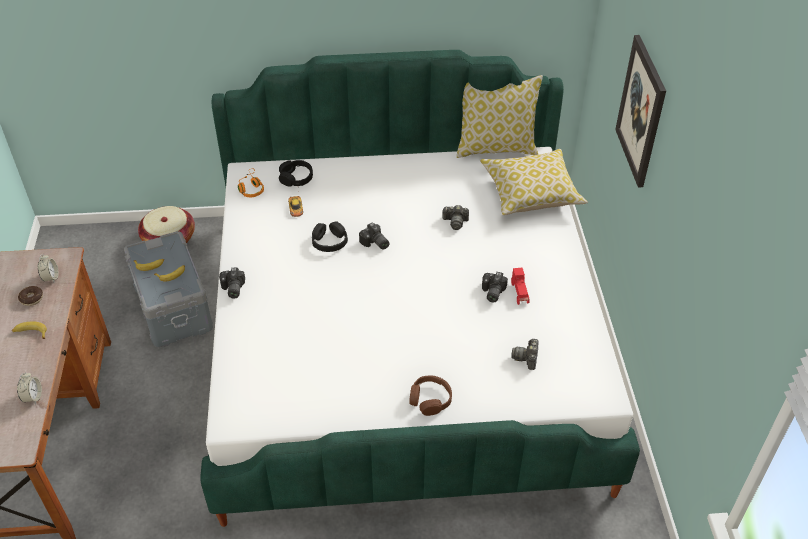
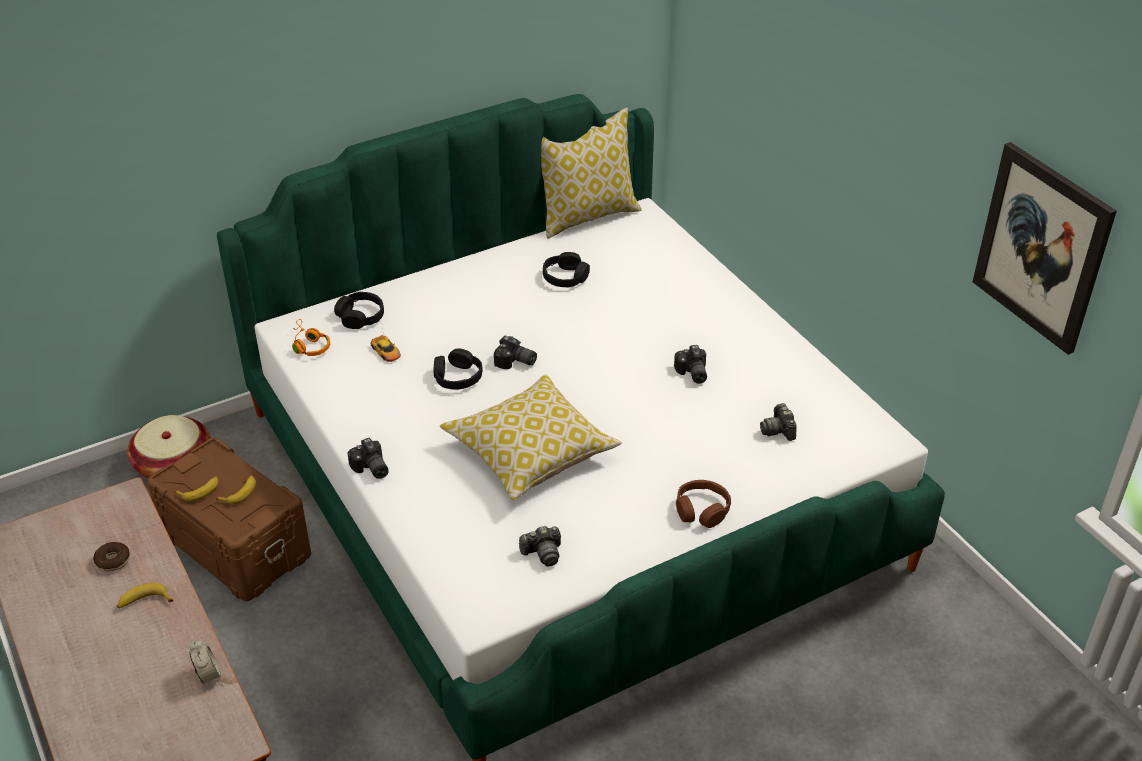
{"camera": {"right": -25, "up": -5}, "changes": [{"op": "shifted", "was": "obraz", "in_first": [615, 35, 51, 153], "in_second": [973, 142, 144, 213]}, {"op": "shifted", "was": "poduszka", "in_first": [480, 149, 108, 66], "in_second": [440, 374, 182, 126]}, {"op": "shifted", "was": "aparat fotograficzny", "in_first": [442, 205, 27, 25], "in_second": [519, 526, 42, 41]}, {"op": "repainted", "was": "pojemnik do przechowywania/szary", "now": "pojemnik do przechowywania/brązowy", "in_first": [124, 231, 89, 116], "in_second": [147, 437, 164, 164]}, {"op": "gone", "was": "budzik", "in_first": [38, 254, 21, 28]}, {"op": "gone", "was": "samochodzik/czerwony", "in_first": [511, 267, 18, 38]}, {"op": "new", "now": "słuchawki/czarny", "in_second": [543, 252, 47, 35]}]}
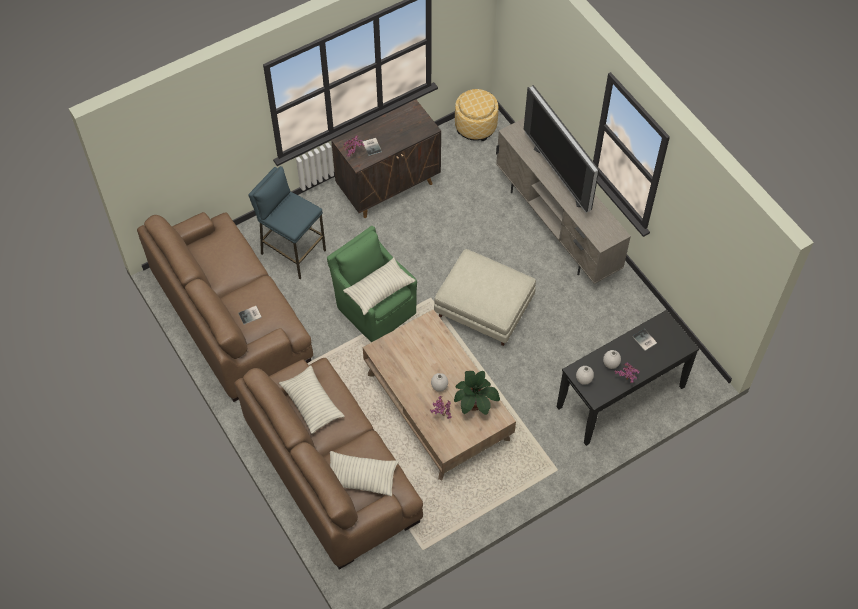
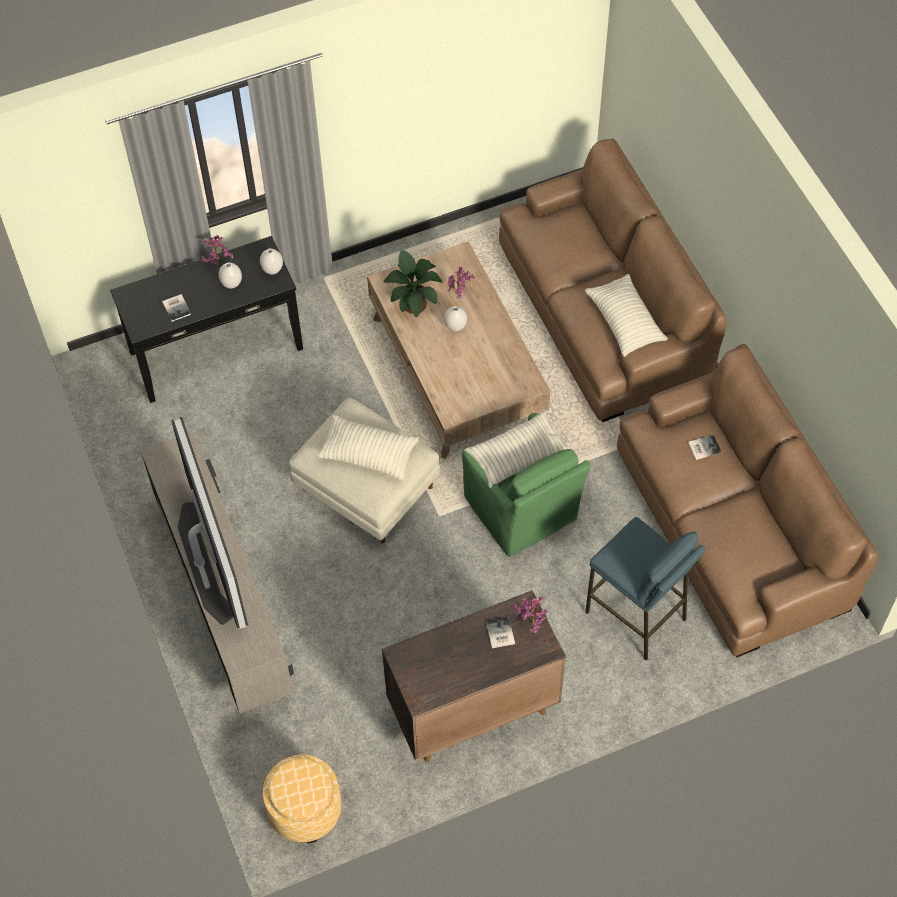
{"camera": {"right": -170, "up": 0}, "changes": [{"op": "shifted", "was": "poduszka", "in_first": [330, 451, 69, 45], "in_second": [316, 415, 103, 66]}]}
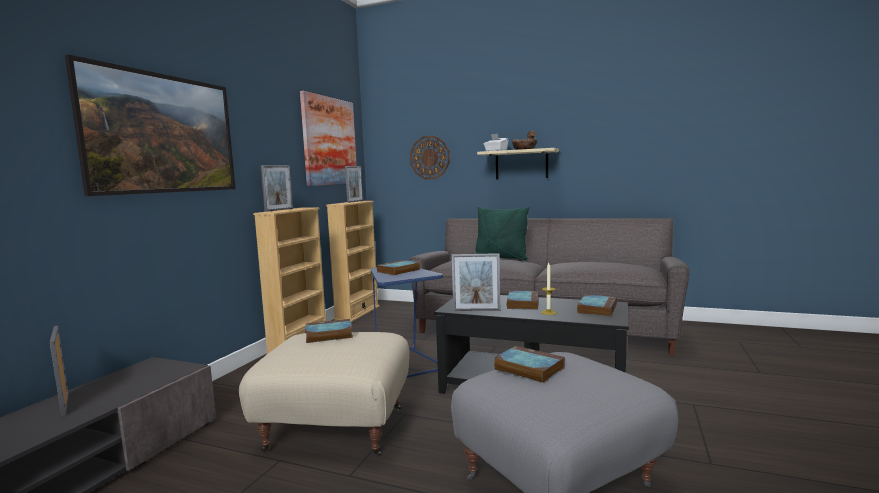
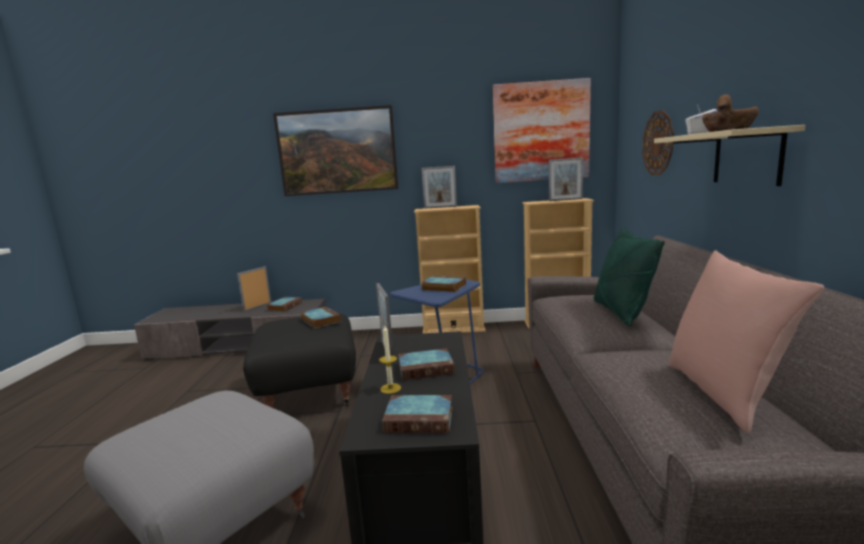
{"camera": {"right": 70, "up": 5}, "changes": [{"op": "repainted", "was": "pufa/beżowy", "now": "pufa/czarny", "in_first": [239, 332, 170, 125], "in_second": [243, 314, 113, 94]}, {"op": "shifted", "was": "książka", "in_first": [494, 346, 71, 37], "in_second": [267, 297, 35, 15]}, {"op": "new", "now": "poduszka/różowy", "in_second": [669, 250, 155, 184]}]}
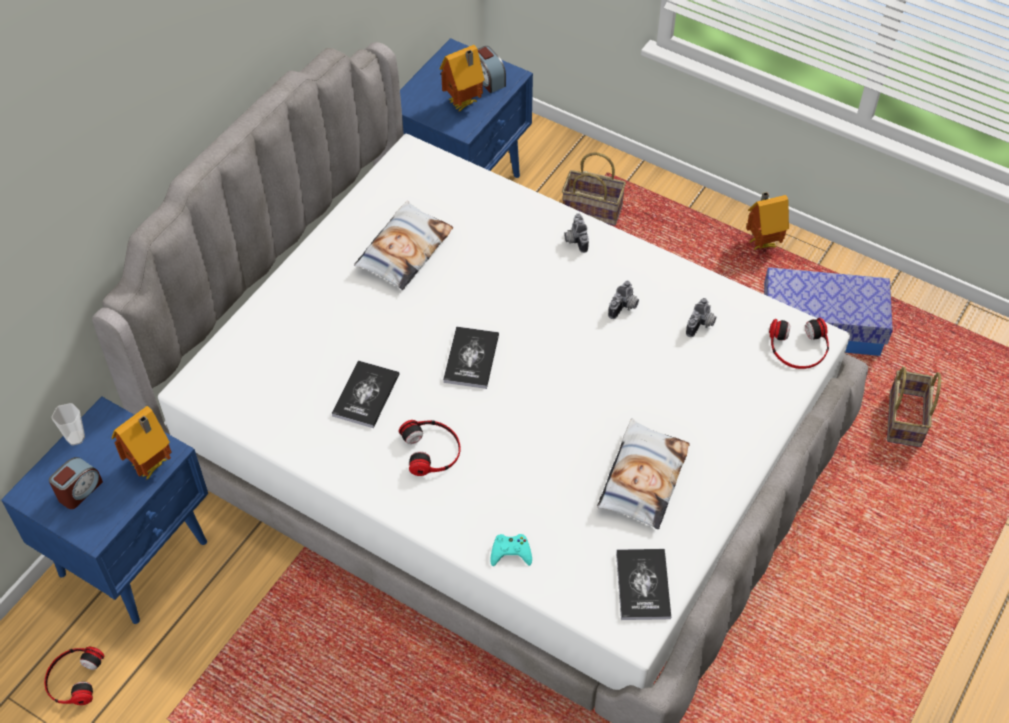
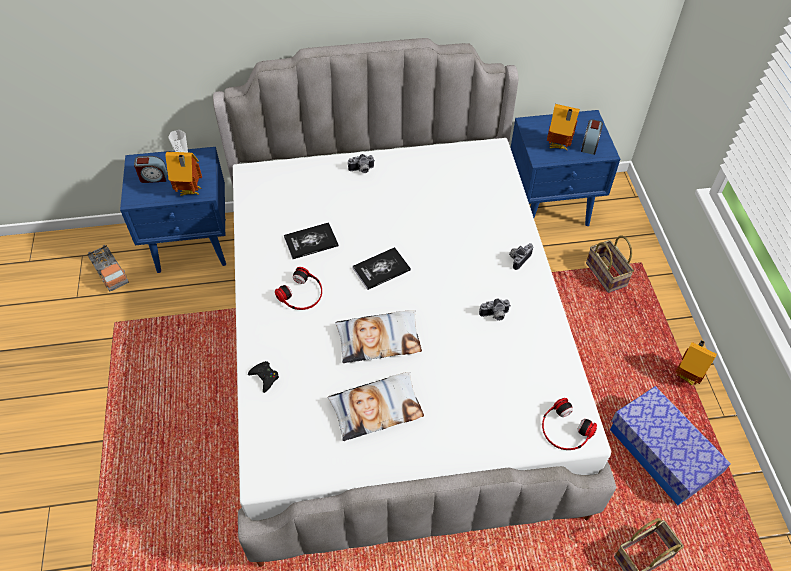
{"camera": {"right": 50, "up": 0}, "changes": [{"op": "shifted", "was": "poduszka", "in_first": [354, 201, 99, 89], "in_second": [335, 310, 87, 53]}, {"op": "shifted", "was": "aparat fotograficzny", "in_first": [686, 298, 30, 39], "in_second": [348, 154, 27, 19]}, {"op": "repainted", "was": "pad do gier/turkusowy", "now": "pad do gier/czarny", "in_first": [490, 534, 42, 32], "in_second": [248, 361, 31, 32]}, {"op": "gone", "was": "książka", "in_first": [616, 549, 55, 71]}, {"op": "swapped", "was": "słuchawki", "now": "ciężarówka zabawkowa", "in_first": [44, 647, 60, 58], "in_second": [87, 245, 42, 47]}]}
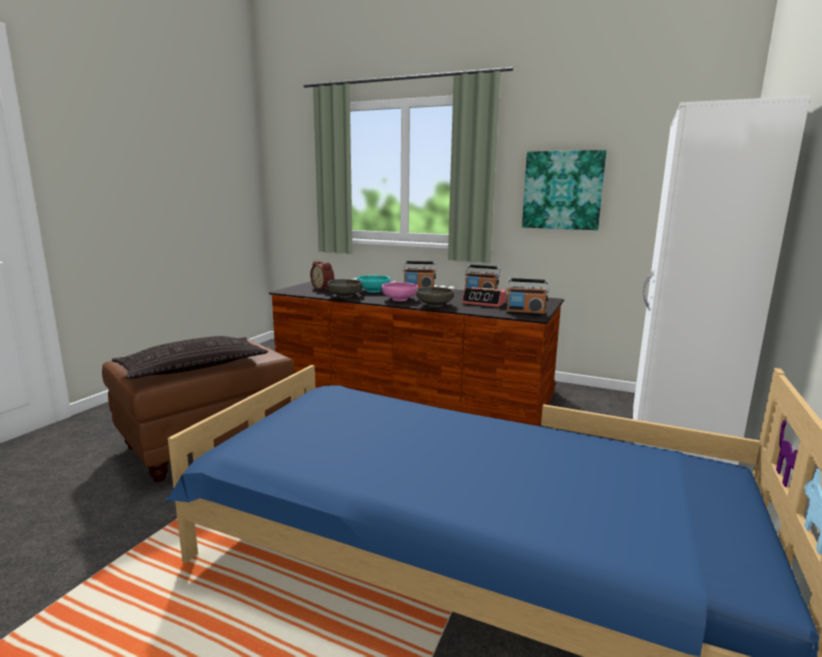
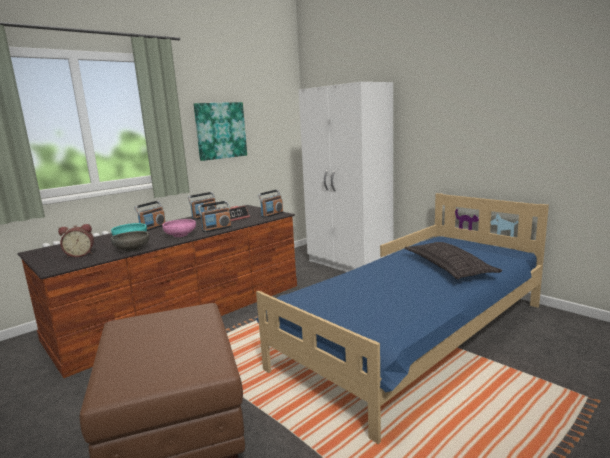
{"camera": {"right": -65, "up": 0}, "changes": [{"op": "swapped", "was": "miska/szary", "now": "radio", "in_first": [416, 287, 38, 20], "in_second": [198, 201, 34, 31]}, {"op": "shifted", "was": "poduszka", "in_first": [112, 336, 156, 43], "in_second": [405, 242, 98, 37]}]}
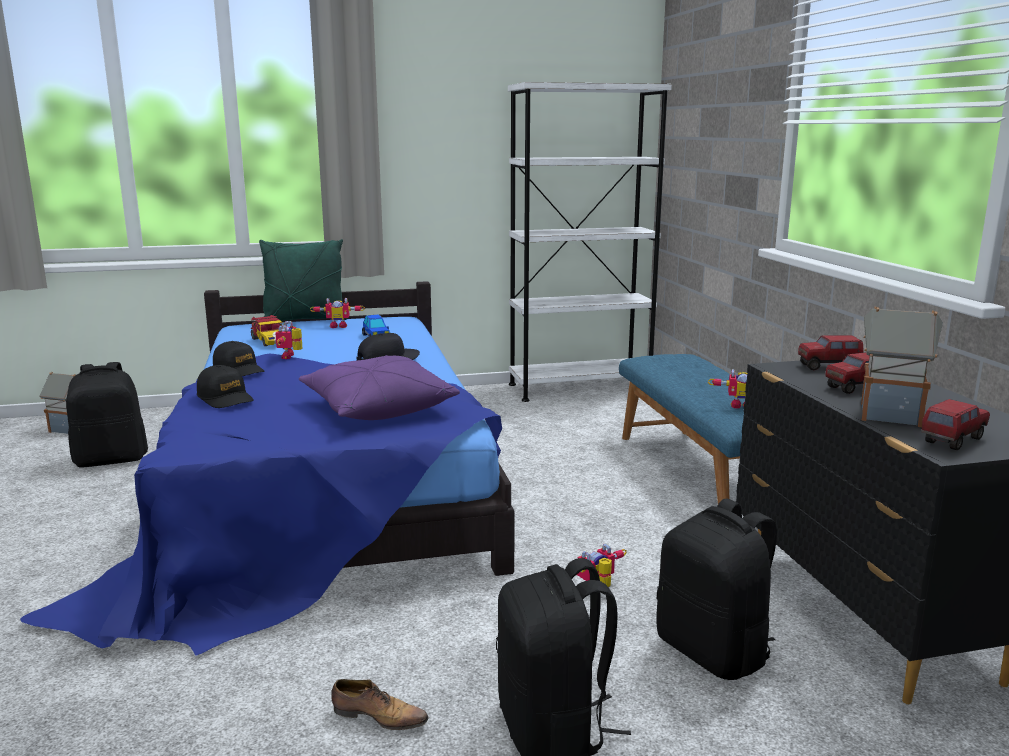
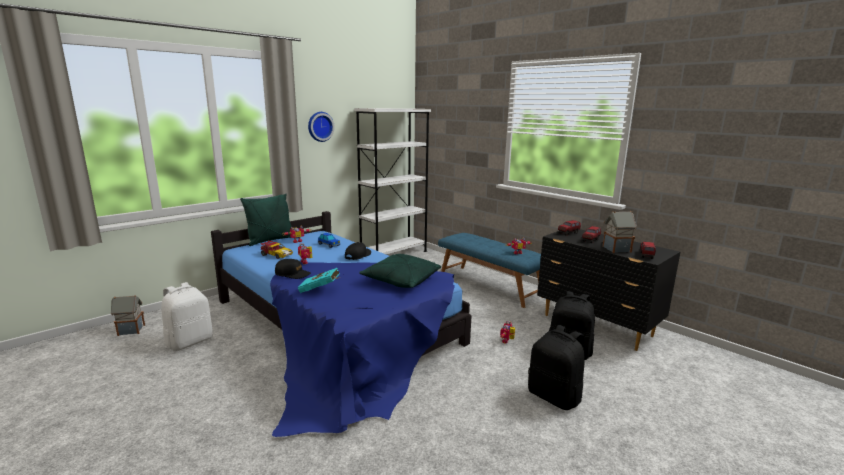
{"camera": {"right": -30, "up": 0}, "changes": [{"op": "repainted", "was": "poduszka/fioletowy", "now": "poduszka/zielony", "in_first": [299, 355, 161, 65], "in_second": [359, 254, 82, 34]}, {"op": "repainted", "was": "plecak/czarny", "now": "plecak/biały", "in_first": [66, 362, 82, 105], "in_second": [161, 282, 52, 69]}, {"op": "swapped", "was": "czapka z daszkiem/czarny", "now": "książka/turkusowy", "in_first": [197, 365, 57, 43], "in_second": [298, 268, 42, 25]}, {"op": "gone", "was": "but", "in_first": [331, 679, 98, 51]}, {"op": "new", "now": "zegar ścienny", "in_second": [308, 112, 27, 30]}]}
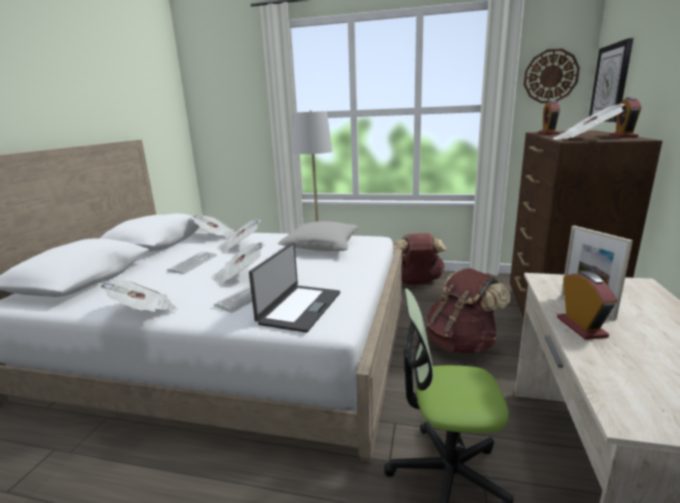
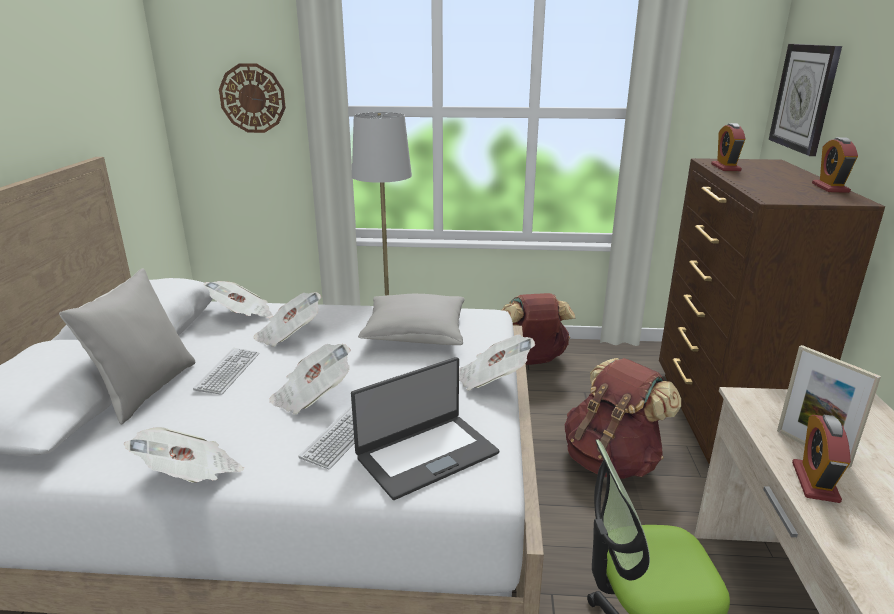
{"camera": {"right": -10, "up": 5}, "changes": [{"op": "shifted", "was": "zegar ścienny", "in_first": [524, 48, 56, 55], "in_second": [219, 63, 67, 70]}, {"op": "shifted", "was": "gazeta", "in_first": [553, 104, 72, 36], "in_second": [459, 335, 76, 56]}, {"op": "rotated", "was": "laptop", "in_first": [249, 242, 91, 91], "in_second": [351, 357, 148, 143], "clockwise": 45}, {"op": "rotated", "was": "budzik", "in_first": [557, 271, 60, 69], "in_second": [792, 415, 59, 88], "clockwise": -150}, {"op": "new", "now": "poduszka/szary", "in_second": [59, 268, 137, 157]}]}
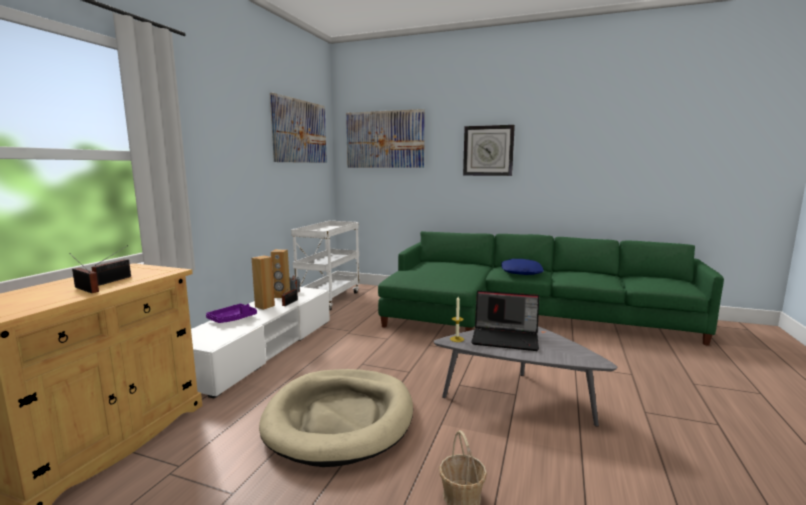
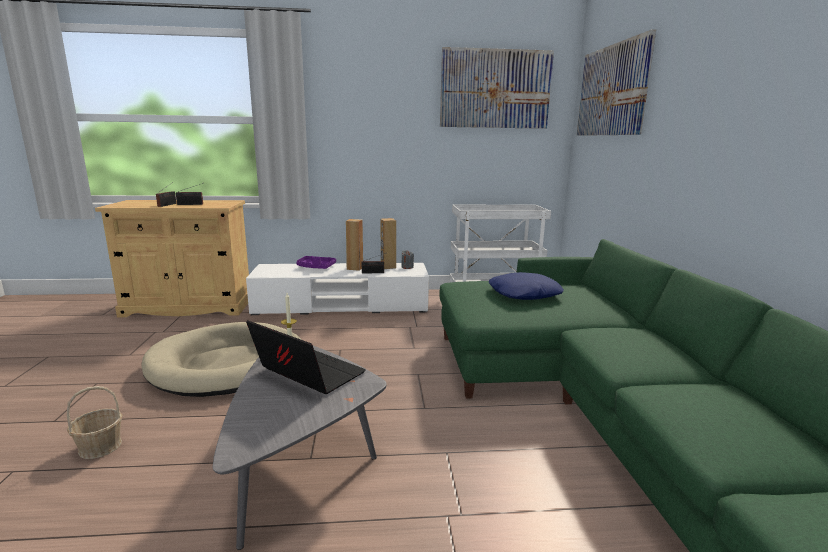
{"camera": {"right": 65, "up": 5}, "changes": [{"op": "gone", "was": "zegar ścienny", "in_first": [463, 125, 52, 51]}, {"op": "shifted", "was": "poduszka/niebieski", "in_first": [501, 259, 43, 16], "in_second": [489, 272, 75, 28]}, {"op": "rotated", "was": "laptop", "in_first": [471, 291, 68, 60], "in_second": [246, 320, 120, 74], "clockwise": 135}]}
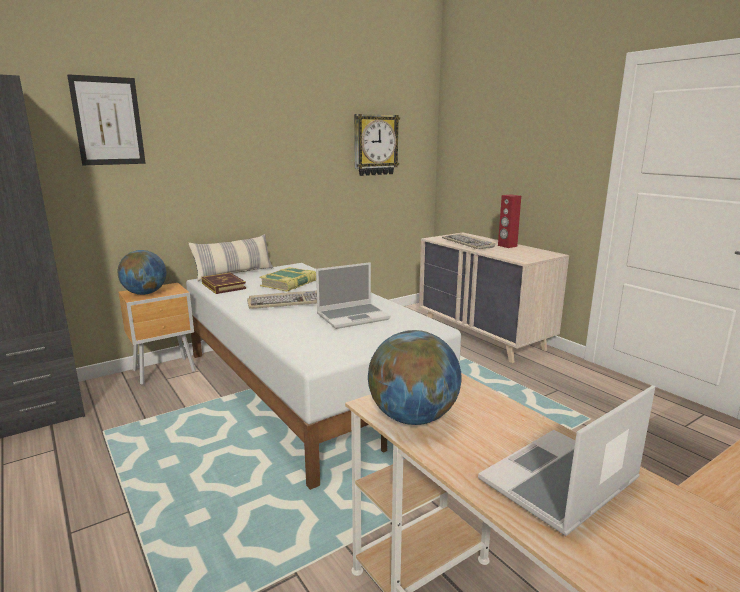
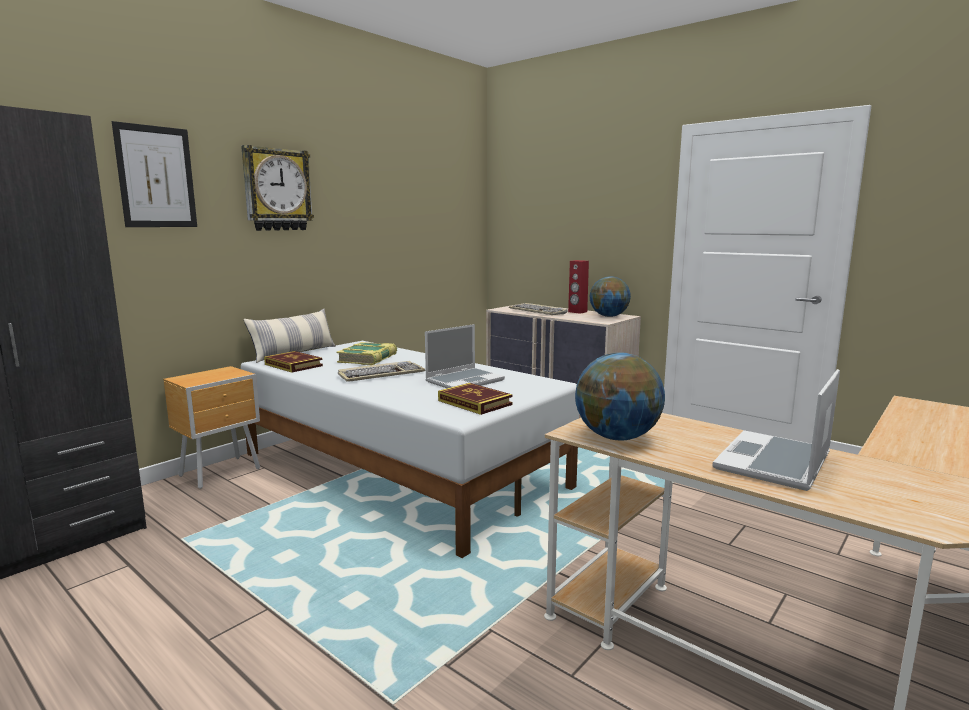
{"camera": {"right": -15, "up": -5}, "changes": [{"op": "shifted", "was": "zegar ścienny", "in_first": [354, 114, 46, 62], "in_second": [241, 145, 73, 86]}, {"op": "shifted", "was": "globus", "in_first": [118, 250, 48, 45], "in_second": [590, 276, 41, 41]}, {"op": "new", "now": "książka", "in_second": [438, 383, 75, 32]}]}
